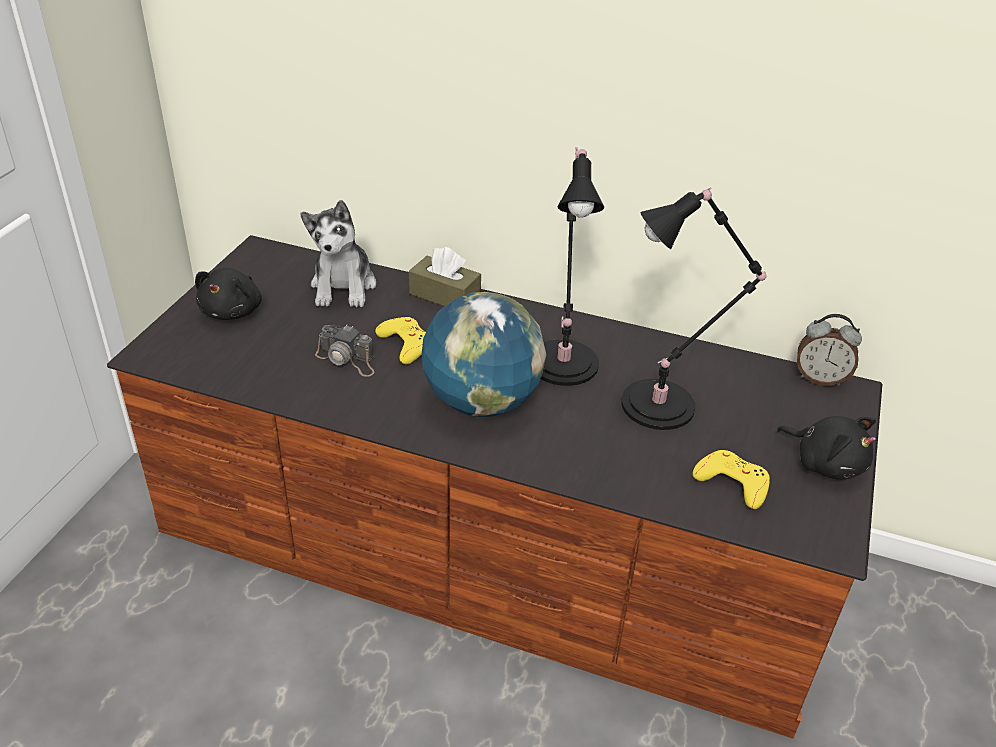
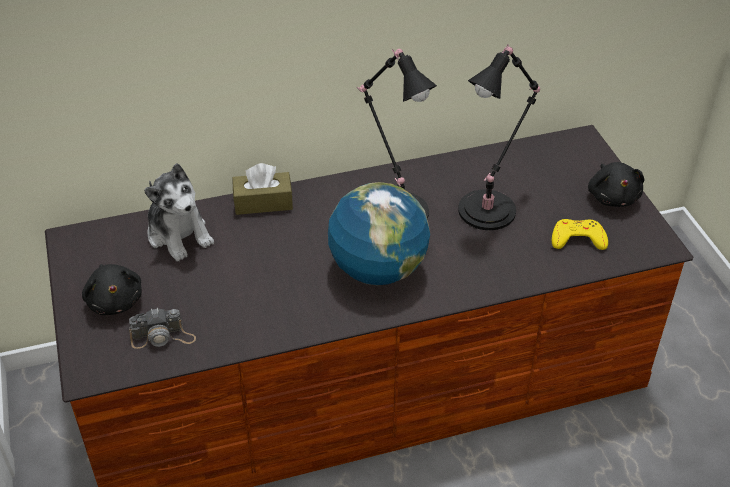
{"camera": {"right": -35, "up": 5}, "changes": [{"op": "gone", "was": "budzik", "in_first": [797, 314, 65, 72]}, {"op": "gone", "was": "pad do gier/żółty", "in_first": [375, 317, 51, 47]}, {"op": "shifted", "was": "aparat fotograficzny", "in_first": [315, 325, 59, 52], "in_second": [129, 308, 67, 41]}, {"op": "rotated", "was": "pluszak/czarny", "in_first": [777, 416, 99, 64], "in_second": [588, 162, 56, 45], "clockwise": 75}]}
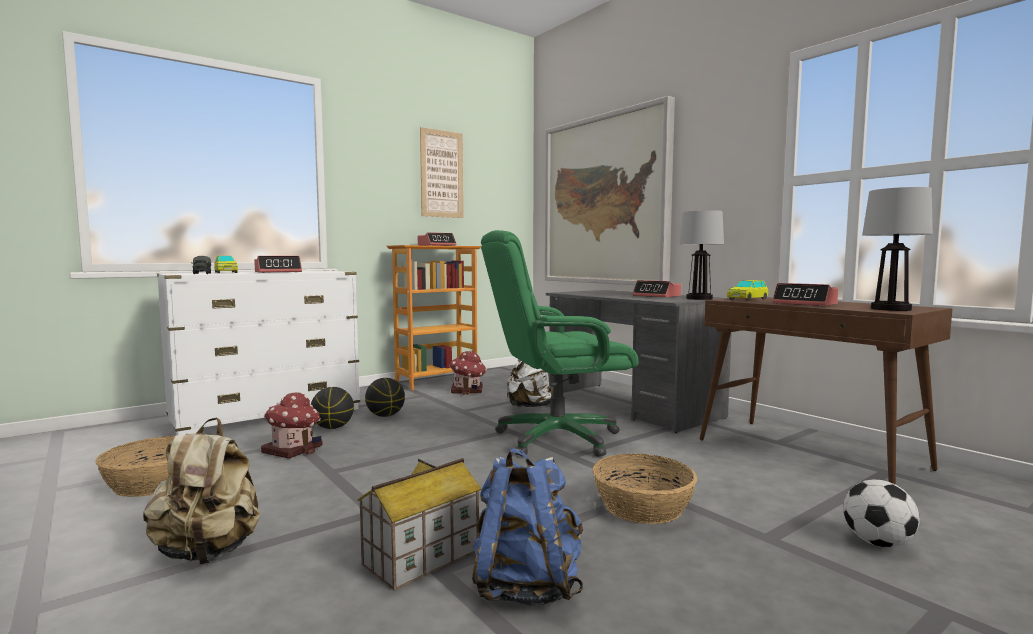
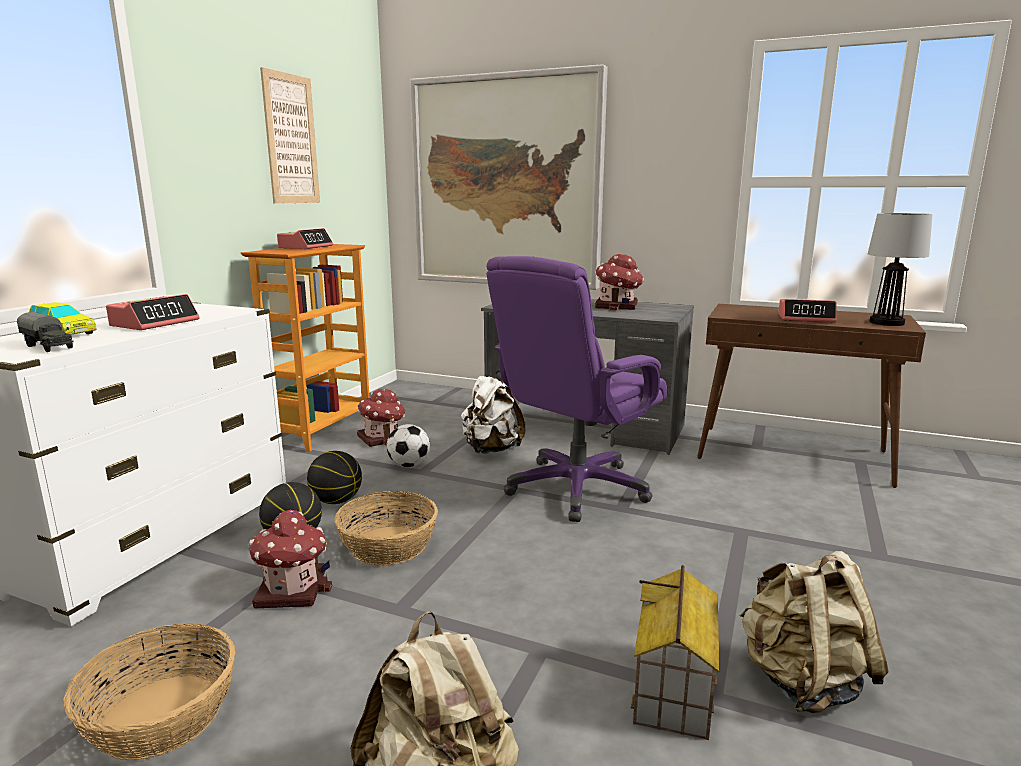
{"camera": {"right": -30, "up": 10}, "changes": [{"op": "gone", "was": "lampa stołowa", "in_first": [679, 210, 45, 90]}, {"op": "repainted", "was": "krzesło biurowe/zielony", "now": "krzesło biurowe/fioletowy", "in_first": [481, 230, 158, 227], "in_second": [486, 256, 181, 266]}, {"op": "swapped", "was": "budzik", "now": "domek", "in_first": [632, 280, 49, 18], "in_second": [595, 254, 49, 56]}, {"op": "gone", "was": "samochodzik", "in_first": [727, 280, 42, 21]}, {"op": "repainted", "was": "plecak/niebieski", "now": "plecak/beżowy", "in_first": [472, 448, 111, 158], "in_second": [740, 551, 149, 162]}, {"op": "shifted", "was": "koszyk", "in_first": [593, 453, 104, 71], "in_second": [334, 491, 104, 74]}, {"op": "shifted", "was": "piłka futbolowa", "in_first": [843, 479, 77, 68], "in_second": [387, 424, 43, 43]}]}
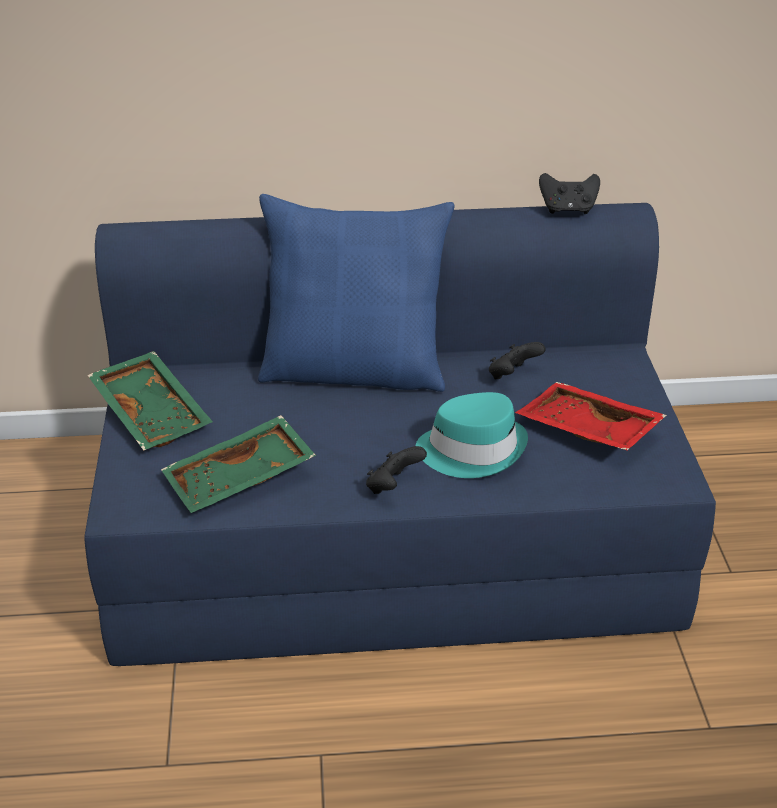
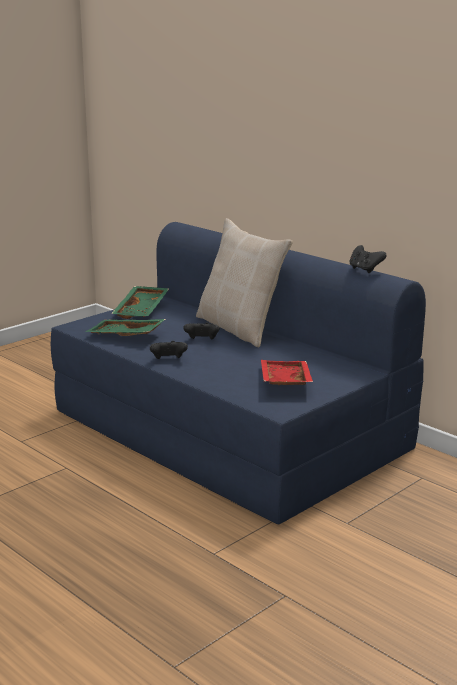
{"camera": {"right": 50, "up": -15}, "changes": [{"op": "repainted", "was": "poduszka/niebieski", "now": "poduszka/beżowy", "in_first": [258, 194, 196, 198], "in_second": [196, 218, 97, 129]}, {"op": "shifted", "was": "pad do gier/czarny", "in_first": [489, 342, 57, 37], "in_second": [183, 323, 36, 16]}, {"op": "gone", "was": "kapelusz/turkusowy", "in_first": [416, 392, 112, 86]}]}
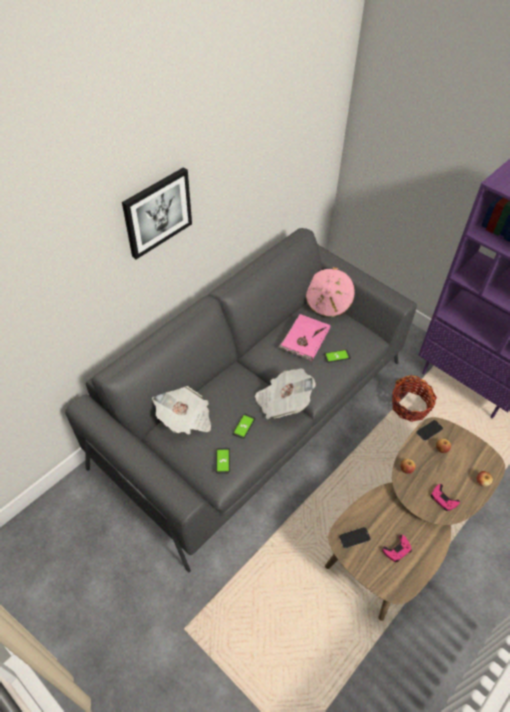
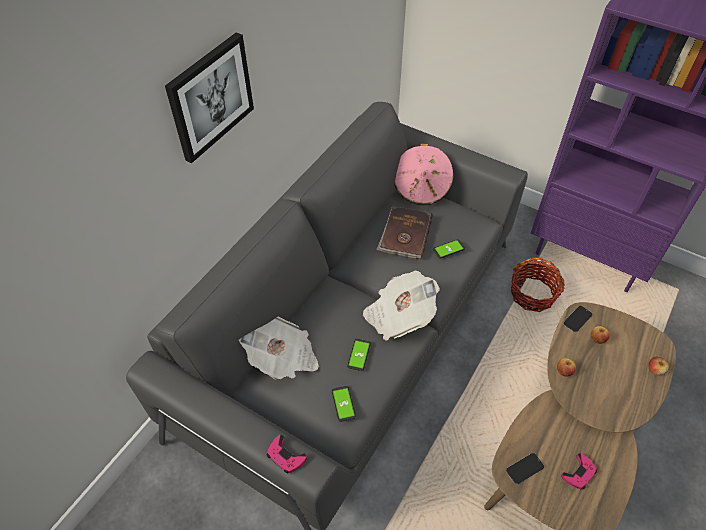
{"camera": {"right": -10, "up": 0}, "changes": [{"op": "repainted", "was": "książka/różowy", "now": "książka/brązowy", "in_first": [278, 314, 52, 47], "in_second": [376, 206, 57, 54]}, {"op": "shifted", "was": "pad do gier/różowy", "in_first": [431, 484, 29, 27], "in_second": [267, 434, 40, 39]}]}
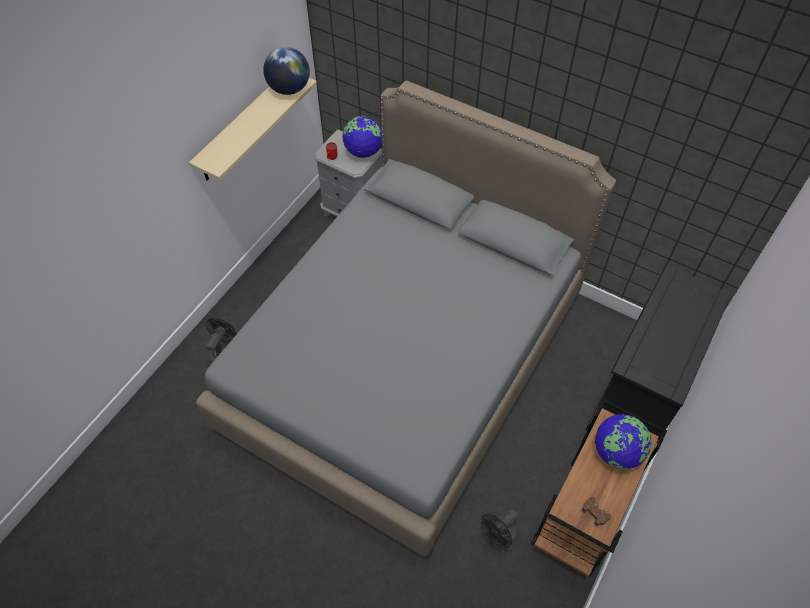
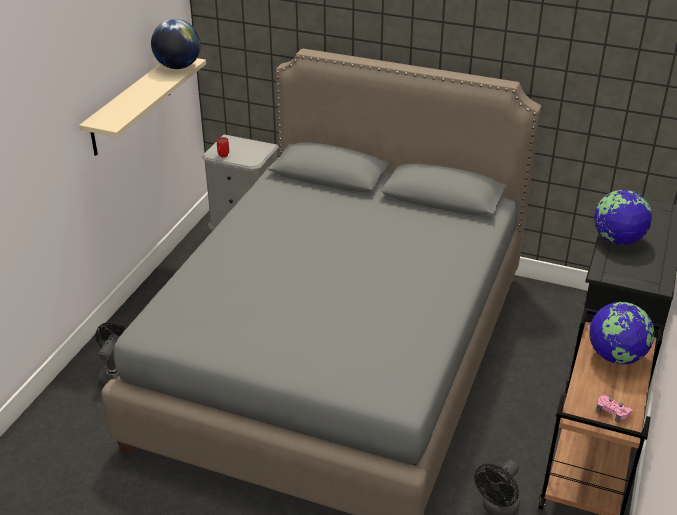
{"camera": {"right": -10, "up": -20}, "changes": [{"op": "shifted", "was": "globus", "in_first": [342, 116, 40, 42], "in_second": [594, 190, 58, 55]}, {"op": "repainted", "was": "pad do gier/brązowy", "now": "pad do gier/różowy", "in_first": [582, 497, 30, 29], "in_second": [596, 395, 36, 28]}]}
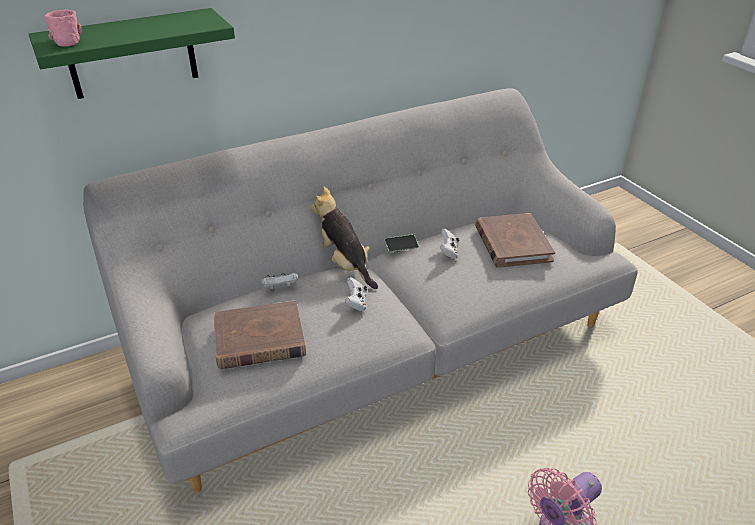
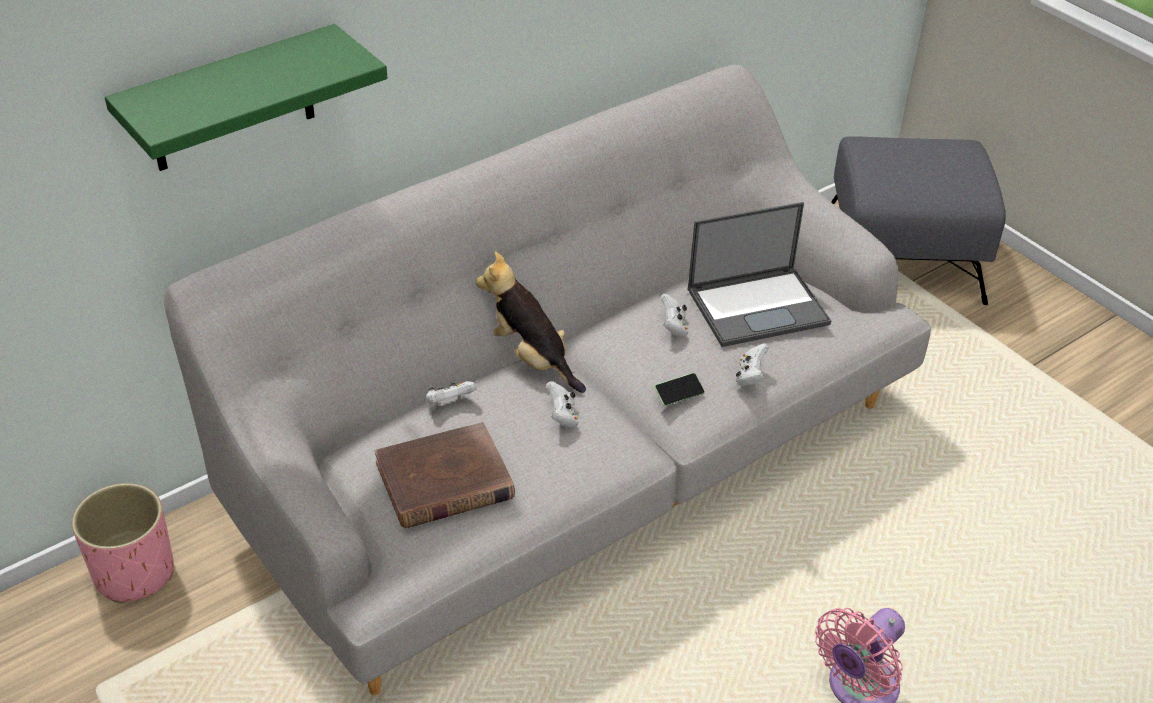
{"camera": {"right": -10, "up": 5}, "changes": [{"op": "gone", "was": "kubek/różowy", "in_first": [44, 10, 38, 36]}, {"op": "swapped", "was": "książka/brązowy", "now": "laptop", "in_first": [475, 213, 80, 55], "in_second": [688, 202, 144, 145]}, {"op": "shifted", "was": "telefon", "in_first": [384, 234, 35, 18], "in_second": [654, 373, 51, 33]}, {"op": "new", "now": "pufa/szary", "in_second": [831, 136, 175, 169]}, {"op": "new", "now": "pad do gier/biały", "in_second": [736, 343, 33, 43]}, {"op": "new", "now": "donica/różowy", "in_second": [72, 483, 102, 121]}]}
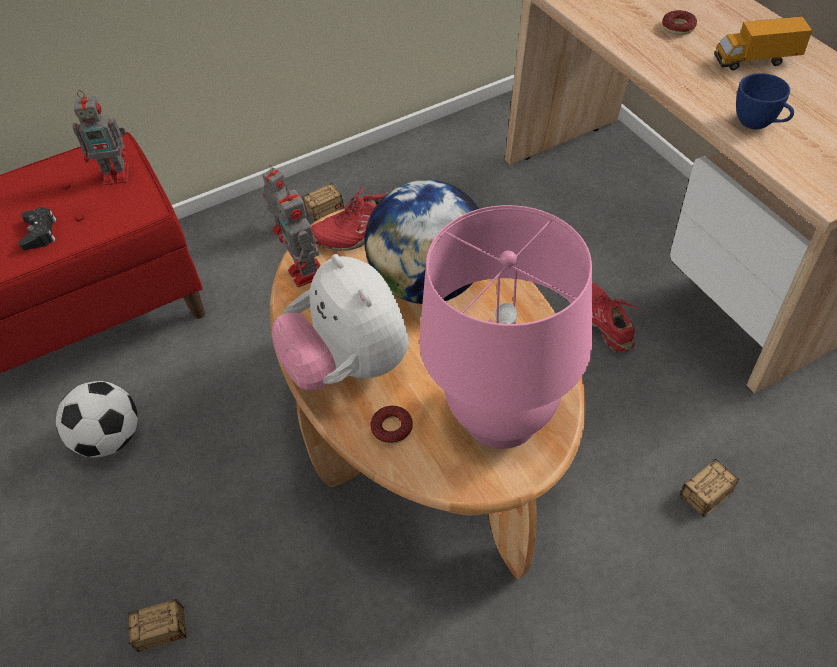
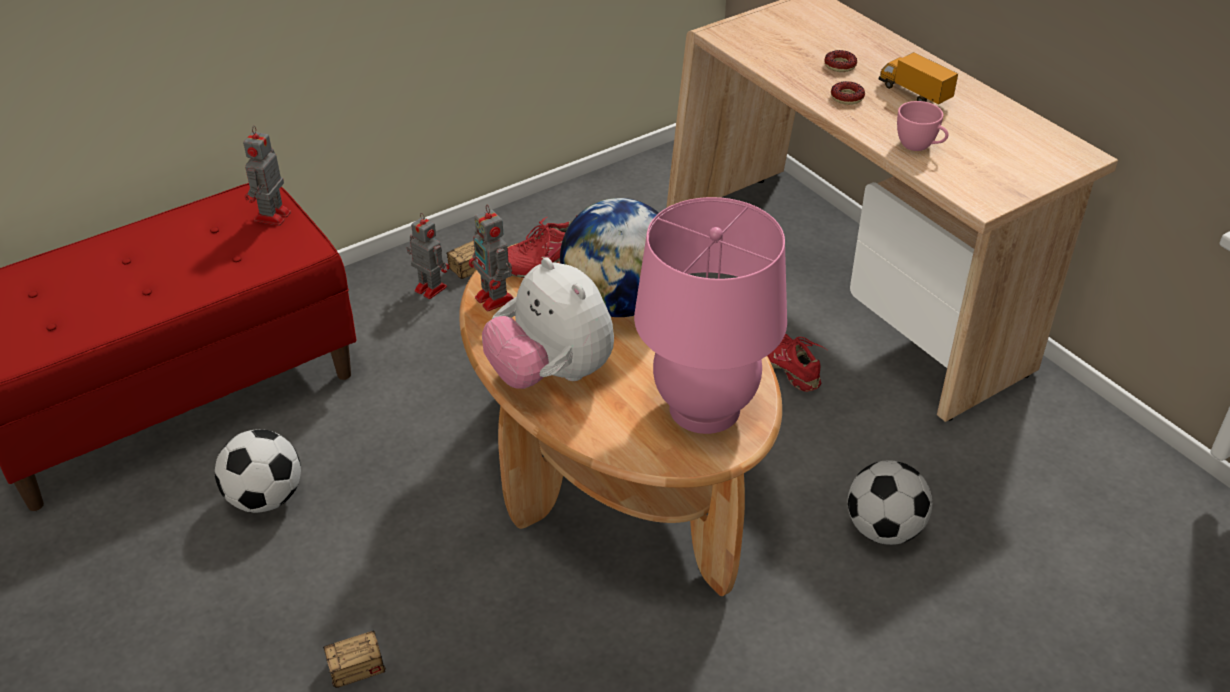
{"camera": {"right": -10, "up": -10}, "changes": [{"op": "rotated", "was": "ciężarówka zabawkowa", "in_first": [714, 16, 98, 54], "in_second": [879, 52, 79, 53], "clockwise": 60}, {"op": "repainted", "was": "filiżanka/niebieski", "now": "filiżanka/różowy", "in_first": [736, 73, 58, 56], "in_second": [897, 101, 52, 50]}, {"op": "rotated", "was": "robot zabawkowy", "in_first": [72, 90, 57, 95], "in_second": [243, 125, 48, 101], "clockwise": 120}, {"op": "gone", "was": "pad do gier/czarny", "in_first": [19, 207, 37, 43]}, {"op": "shifted", "was": "donut", "in_first": [370, 406, 43, 38], "in_second": [831, 81, 34, 24]}, {"op": "swapped", "was": "pojemnik do przechowywania", "now": "piłka futbolowa", "in_first": [675, 459, 64, 58], "in_second": [848, 460, 84, 85]}]}
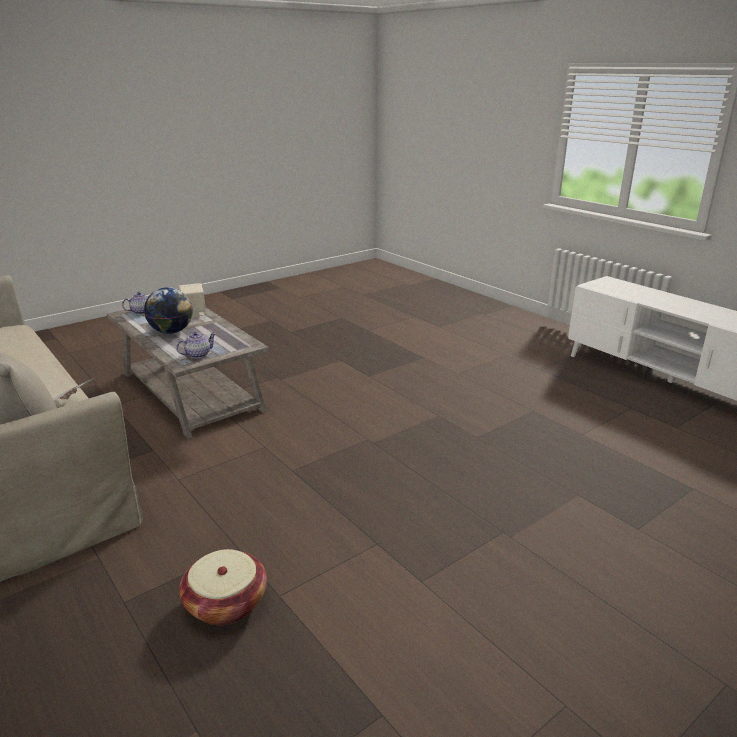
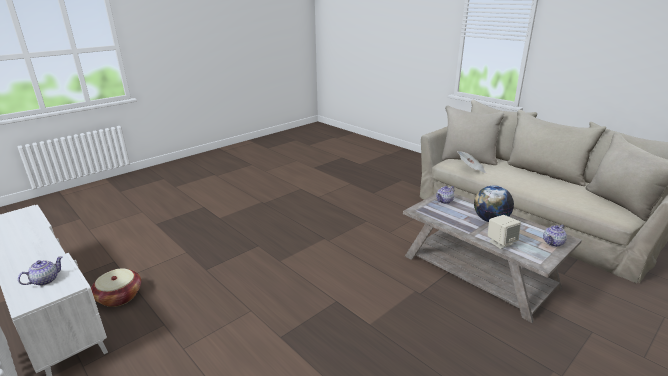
{"camera": {"right": 175, "up": 0}, "changes": [{"op": "shifted", "was": "koszyk", "in_first": [179, 549, 88, 76], "in_second": [91, 268, 50, 39]}, {"op": "new", "now": "imbryk", "in_second": [18, 256, 45, 30]}]}
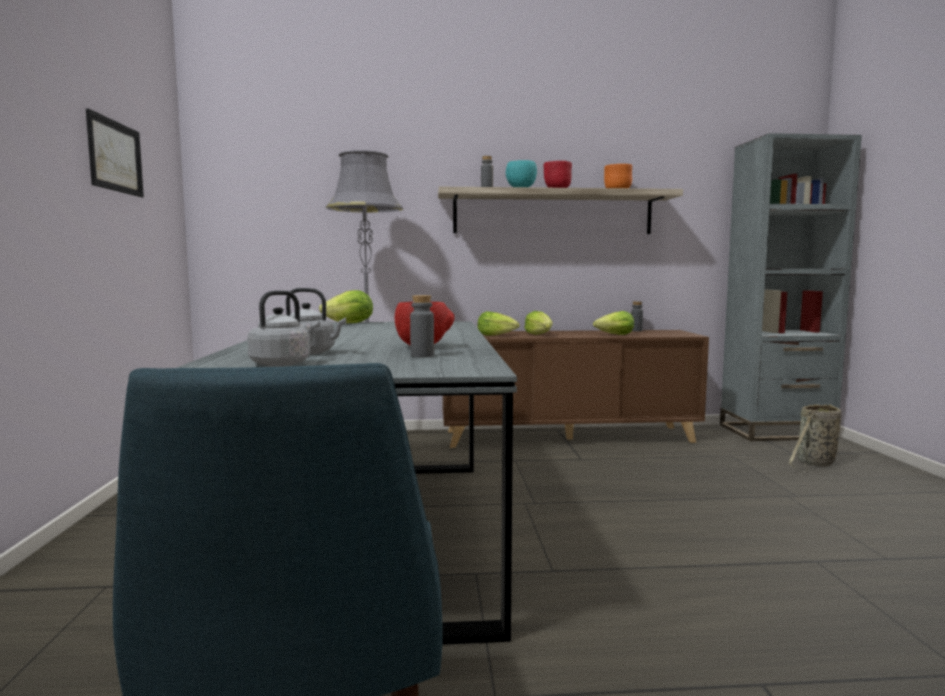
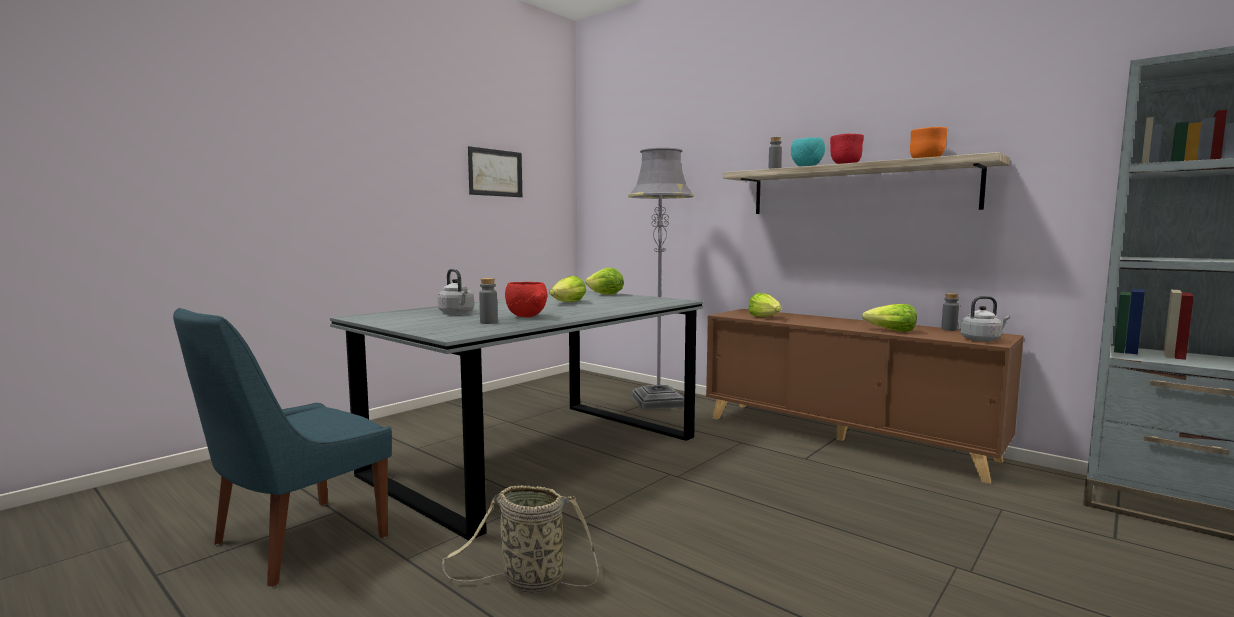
{"camera": {"right": 45, "up": 0}, "changes": [{"op": "shifted", "was": "czajnik/szary", "in_first": [247, 290, 73, 77], "in_second": [960, 296, 50, 46]}, {"op": "shifted", "was": "sałata", "in_first": [524, 311, 29, 24], "in_second": [549, 276, 37, 26]}, {"op": "shifted", "was": "koszyk", "in_first": [789, 404, 53, 68], "in_second": [442, 485, 157, 108]}]}
